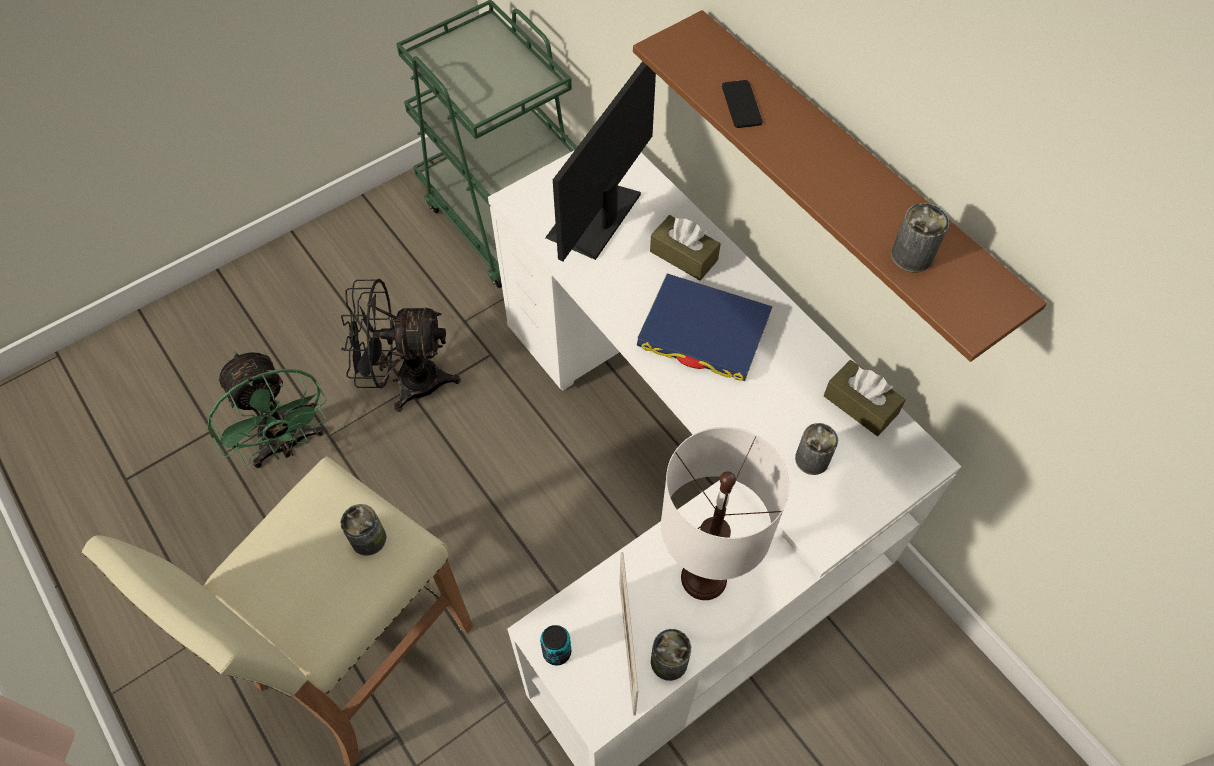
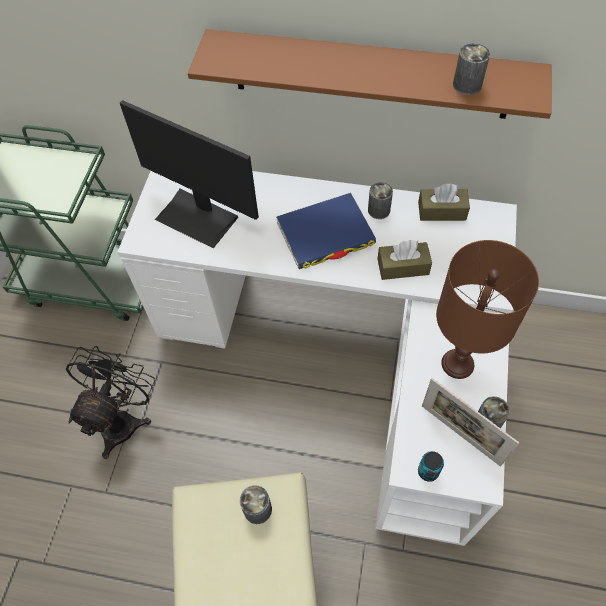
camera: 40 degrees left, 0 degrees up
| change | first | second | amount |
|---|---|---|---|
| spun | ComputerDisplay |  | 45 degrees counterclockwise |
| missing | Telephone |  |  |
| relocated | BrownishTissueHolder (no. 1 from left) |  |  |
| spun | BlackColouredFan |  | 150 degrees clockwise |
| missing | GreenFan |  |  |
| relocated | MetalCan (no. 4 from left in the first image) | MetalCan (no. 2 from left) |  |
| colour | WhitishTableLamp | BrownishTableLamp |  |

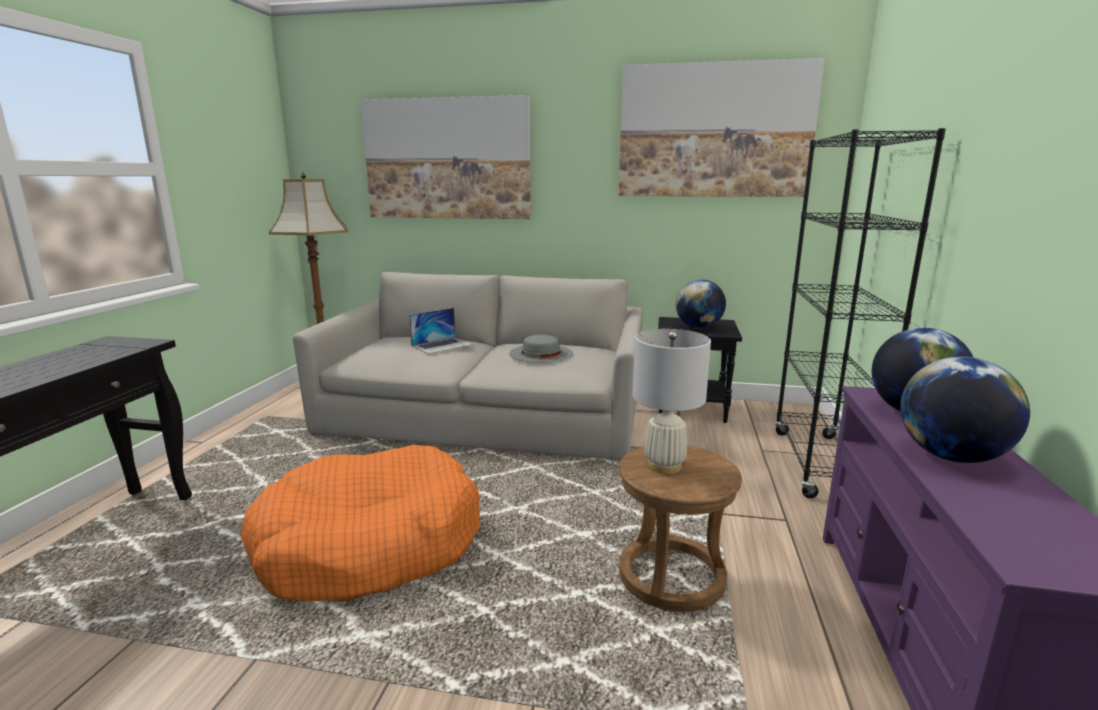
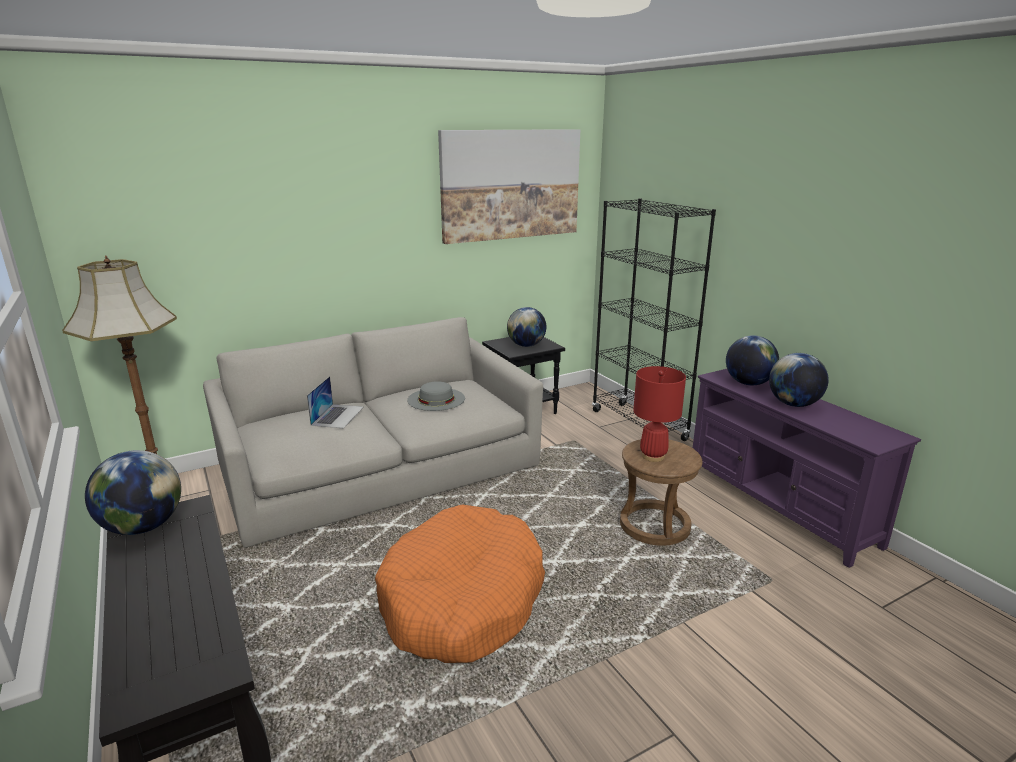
camera: 40 degrees left, 5 degrees up
| change | first | second | amount |
|---|---|---|---|
| missing | WallPicture (no. 1 from left) |  |  |
| colour | WhitishTableLamp | ReddishTableLamp |  |
| appeared |  | Globe (no. 1 from left) |  |

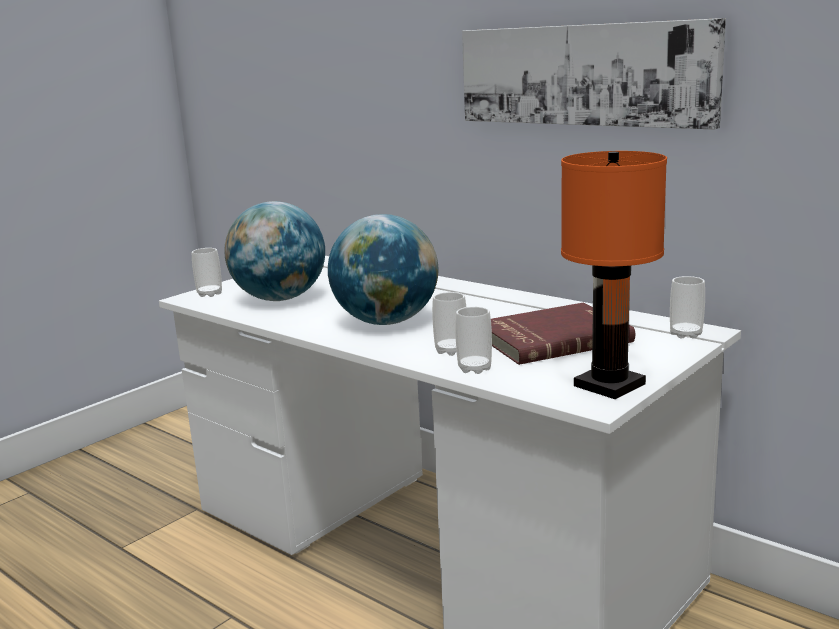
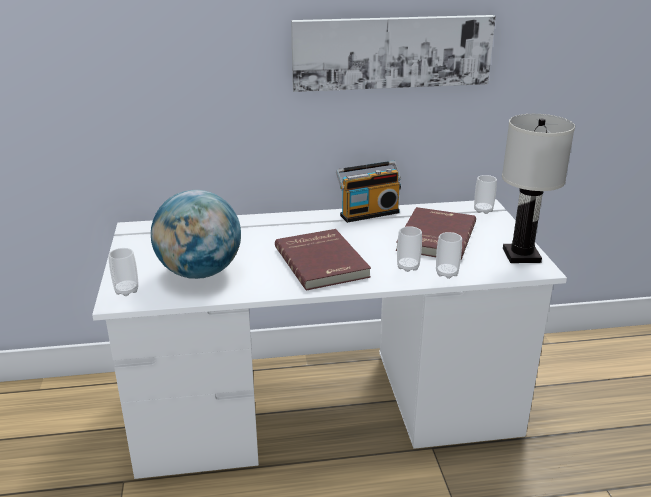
camera: 50 degrees left, 10 degrees up
| change | first | second | amount |
|---|---|---|---|
| colour | OrangeTableLamp | WhitishTableLamp |  |
| exchanged | Globe (no. 2 from left) | ReddishVolume (no. 1 from left) |  |
| appeared |  | RadioSet |  |

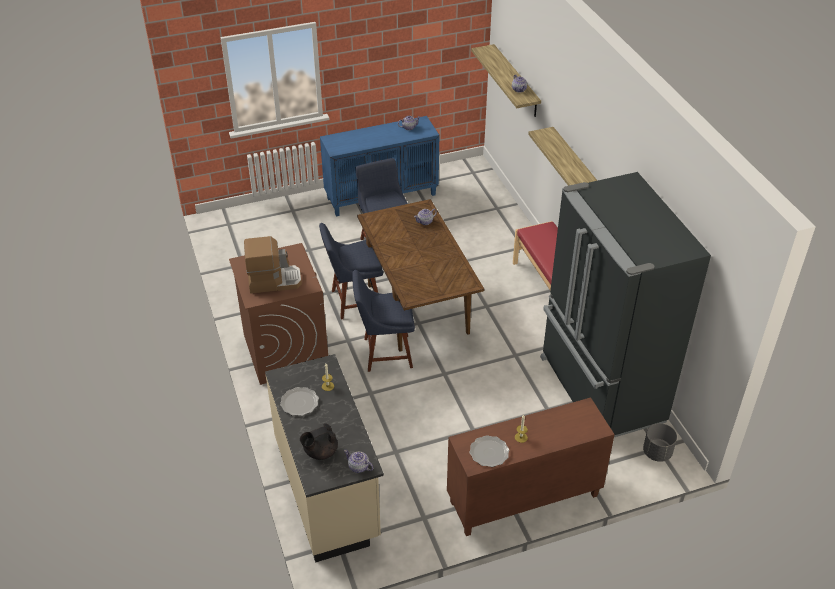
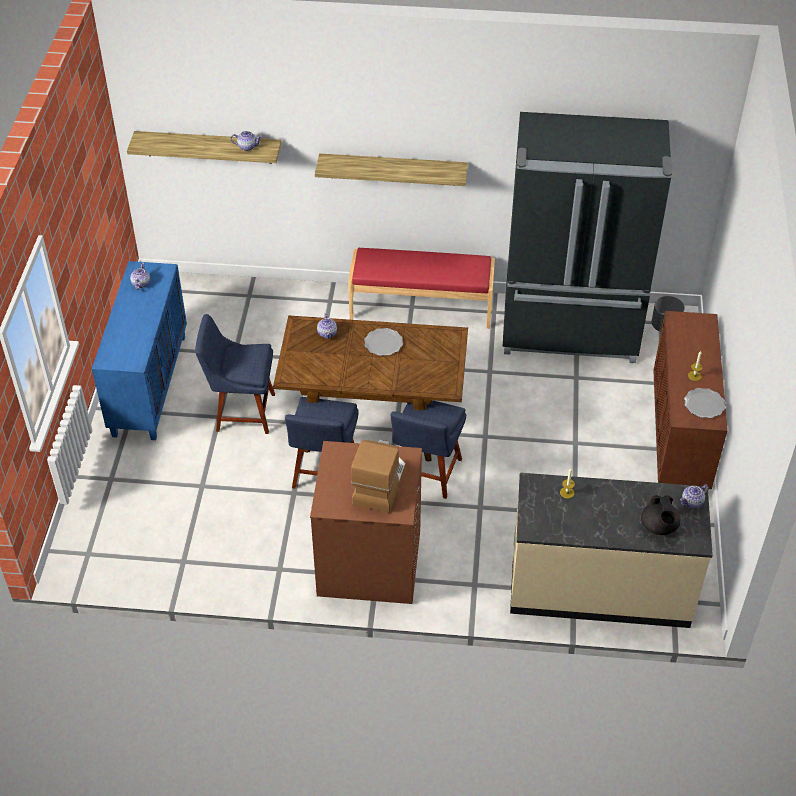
camera: 65 degrees left, 5 degrees up
| change | first | second | amount |
|---|---|---|---|
| relocated | DinnerPlate (no. 1 from left) |  |  |

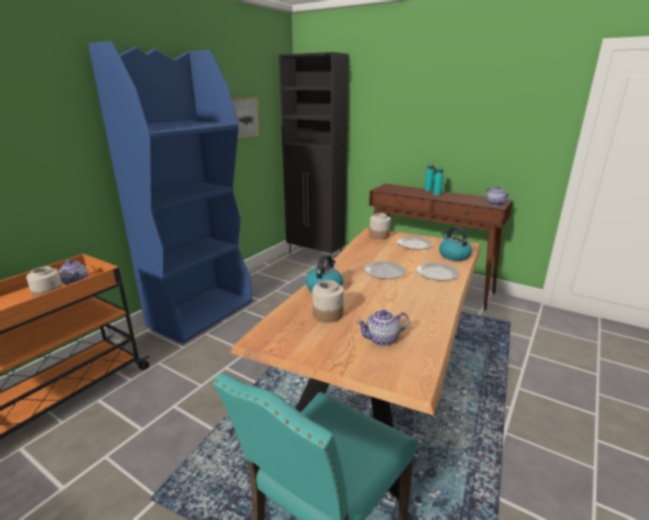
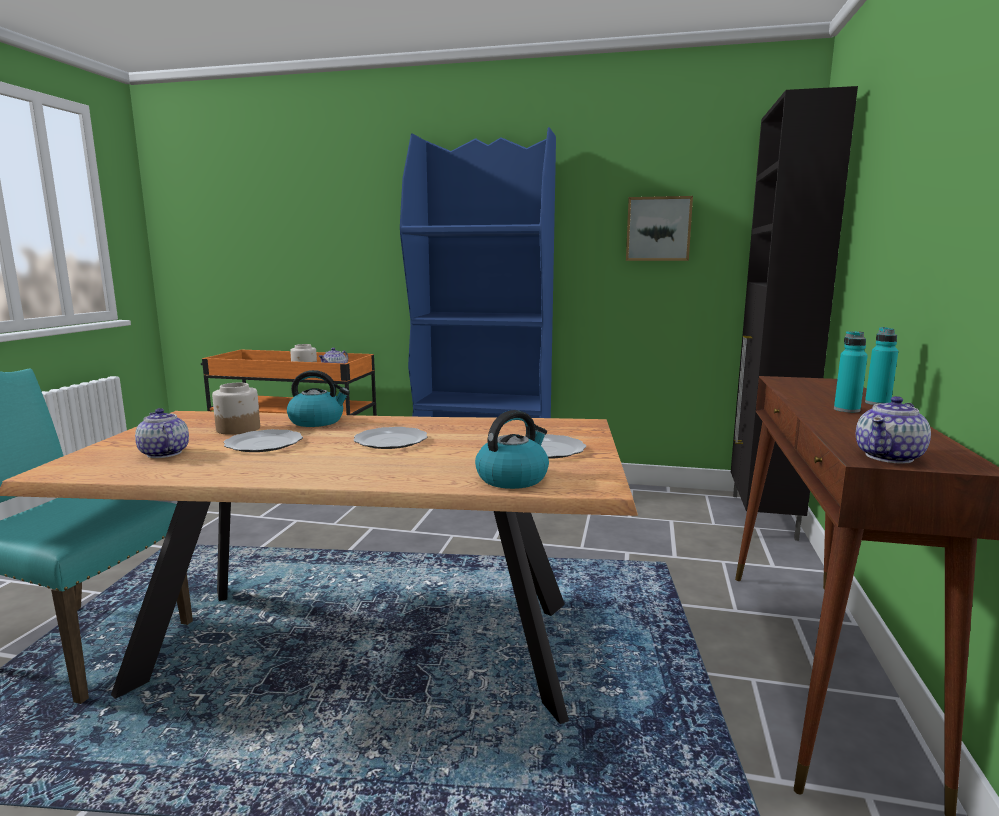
camera: 70 degrees right, 10 degrees down
| change | first | second | amount |
|---|---|---|---|
| missing | Jar (no. 3 from left) |  |  |
| relocated | DinnerPlate (no. 3 from left in the first image) | DinnerPlate (no. 1 from left) |  |

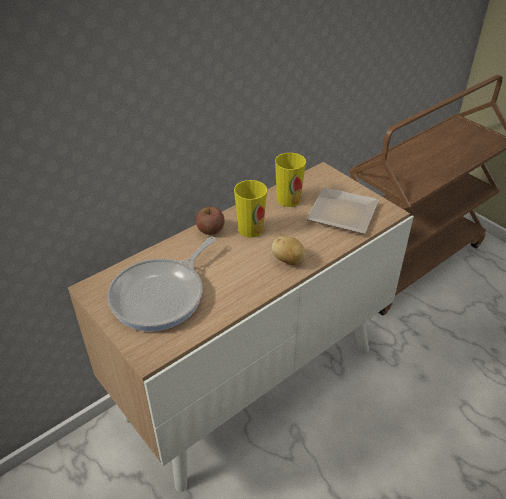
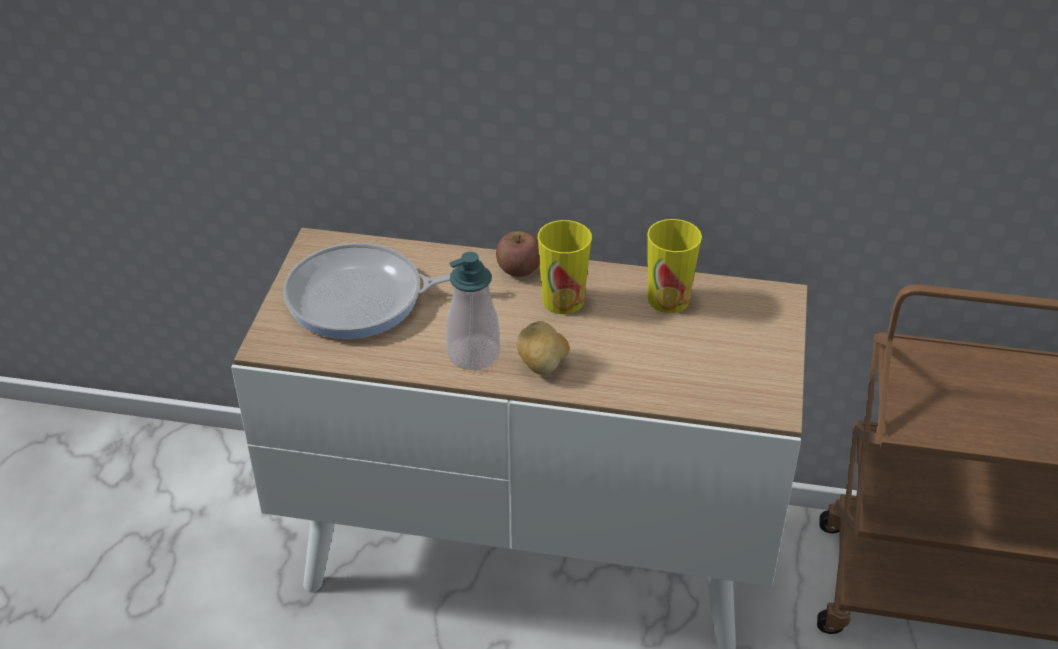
camera: 50 degrees right, 0 degrees up
| change | first | second | amount |
|---|---|---|---|
| missing | DinnerPlate |  |  |
| appeared |  | SoapDispenser |  |

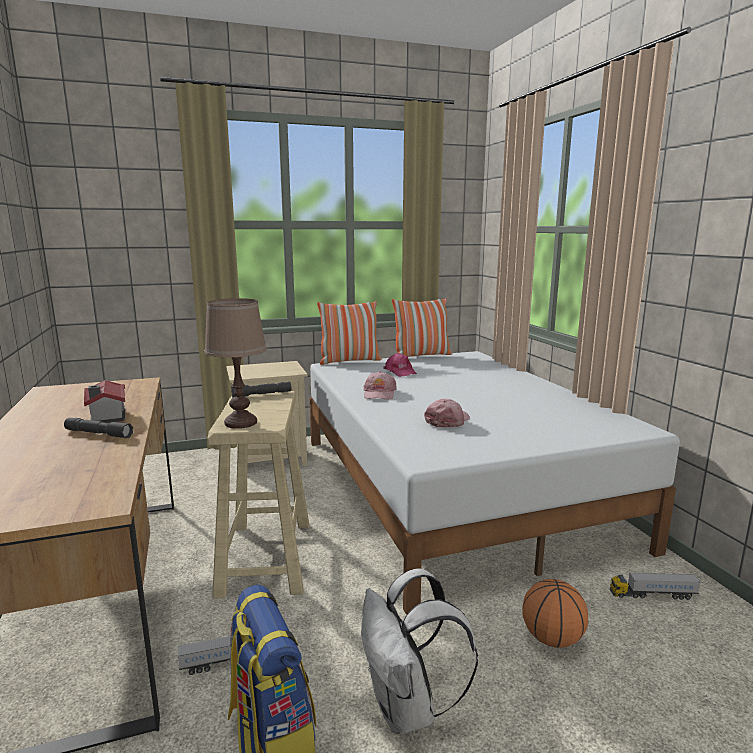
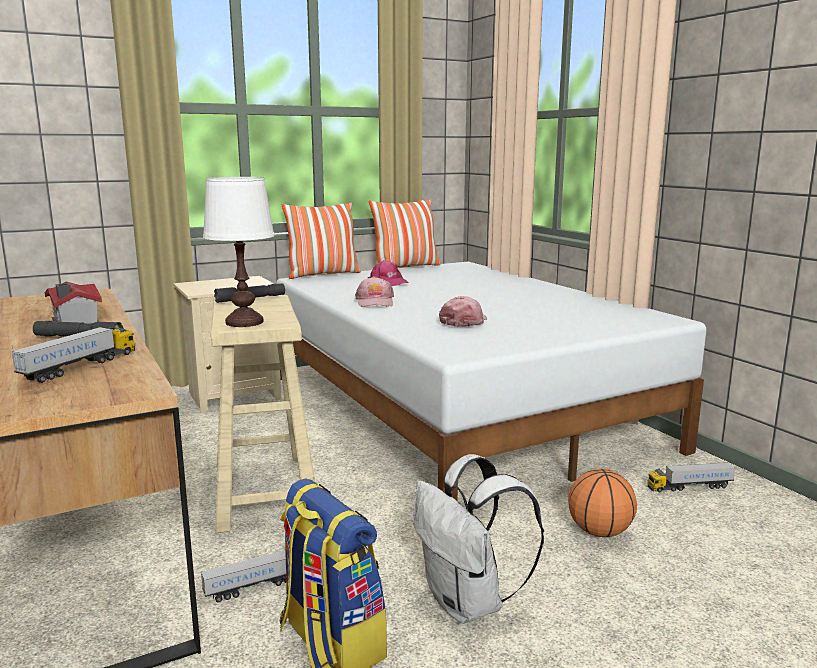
camera: 10 degrees left, 0 degrees up
| change | first | second | amount |
|---|---|---|---|
| colour | BrownishTableLamp | WhitishTableLamp |  |
| appeared |  | ModelTruck (no. 1 from left) |  |

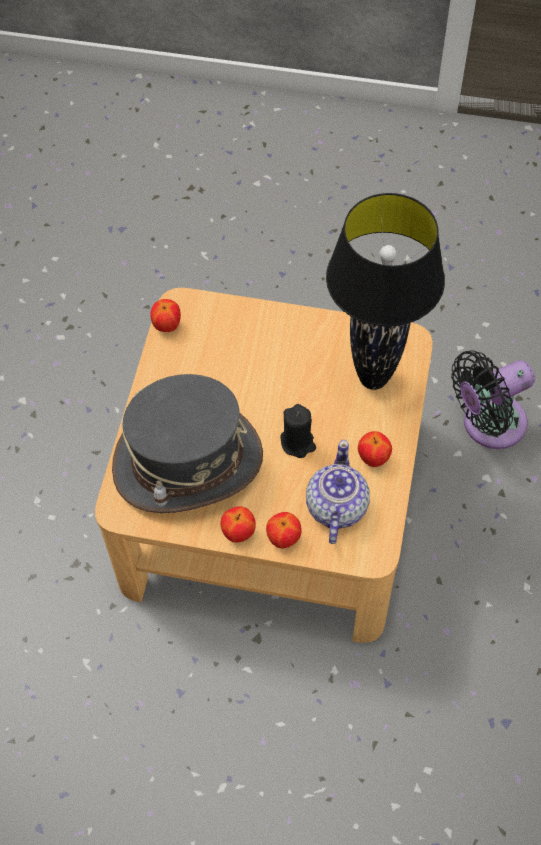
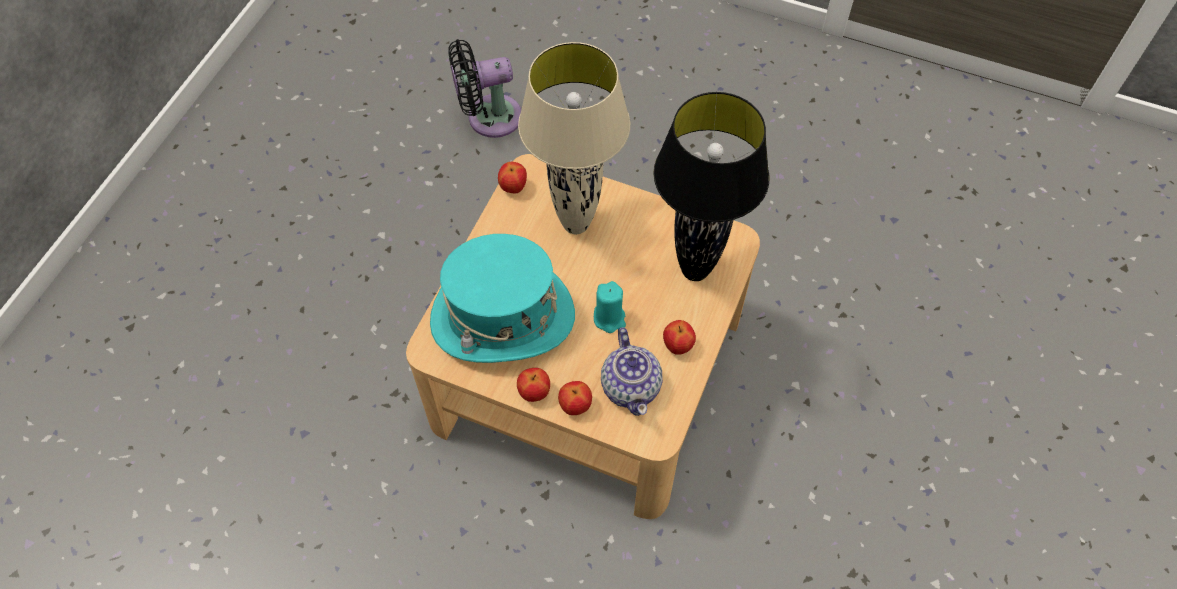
camera: 10 degrees right, 0 degrees up
| change | first | second | amount |
|---|---|---|---|
| relocated | BlackColouredFan |  |  |
| colour | GrayClothingHat | TurquoiseColouredClothingHat |  |
| colour | BlackColouredCandle | TurquoiseColouredCandle |  |
| spun | Teapot |  | 150 degrees clockwise |
| appeared |  | BeigeTableLamp |  |

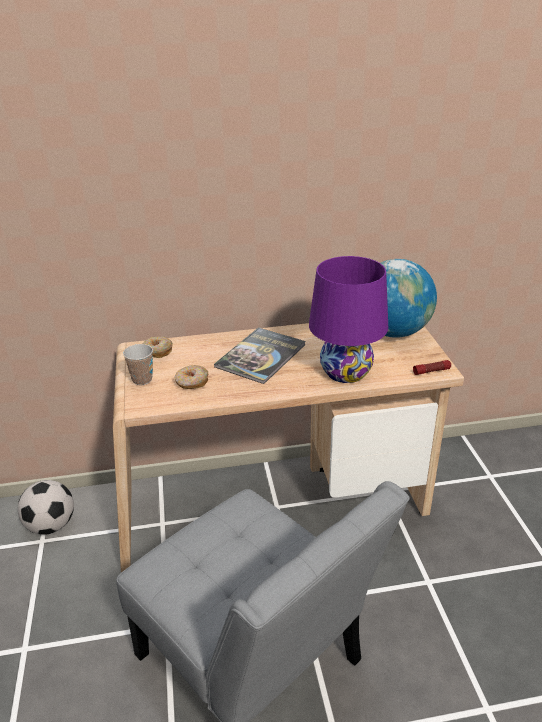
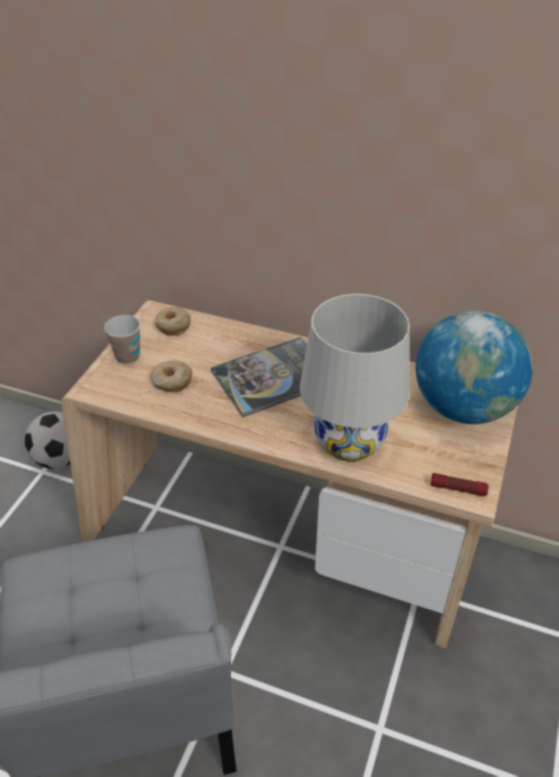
camera: 30 degrees right, 10 degrees up
| change | first | second | amount |
|---|---|---|---|
| colour | PurplishTableLamp | WhitishTableLamp |  |

